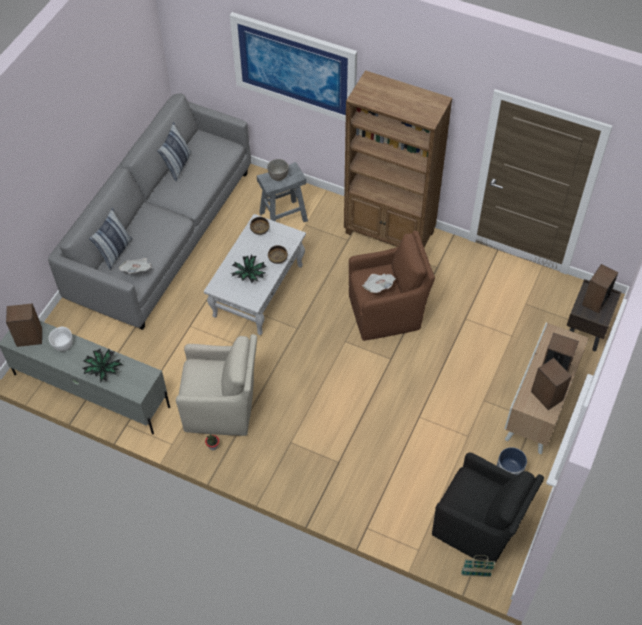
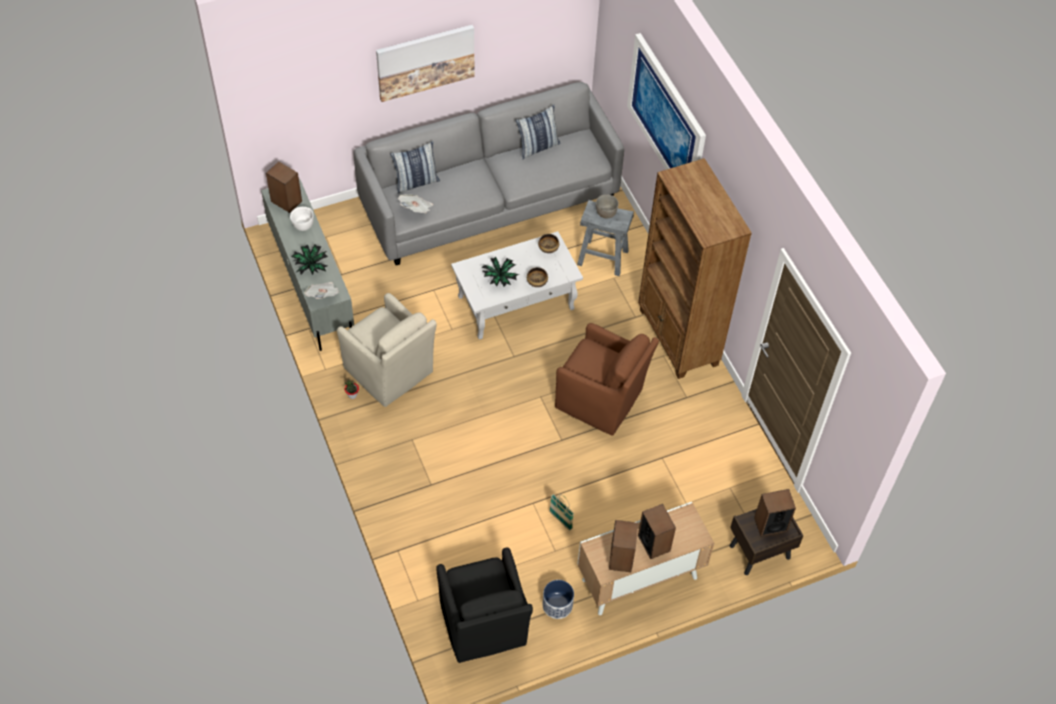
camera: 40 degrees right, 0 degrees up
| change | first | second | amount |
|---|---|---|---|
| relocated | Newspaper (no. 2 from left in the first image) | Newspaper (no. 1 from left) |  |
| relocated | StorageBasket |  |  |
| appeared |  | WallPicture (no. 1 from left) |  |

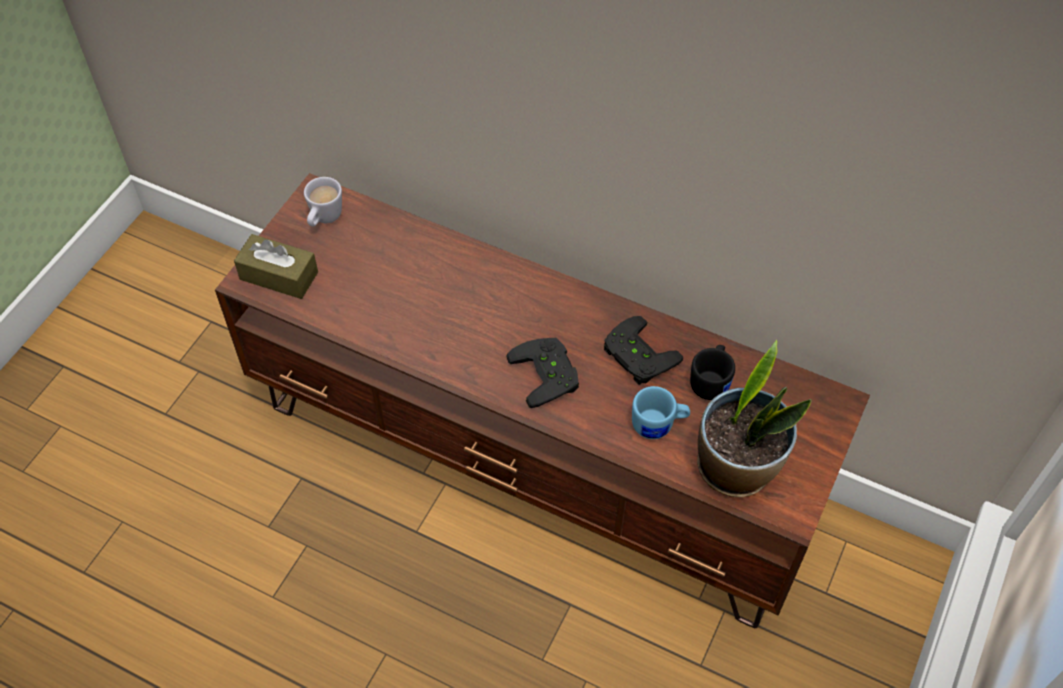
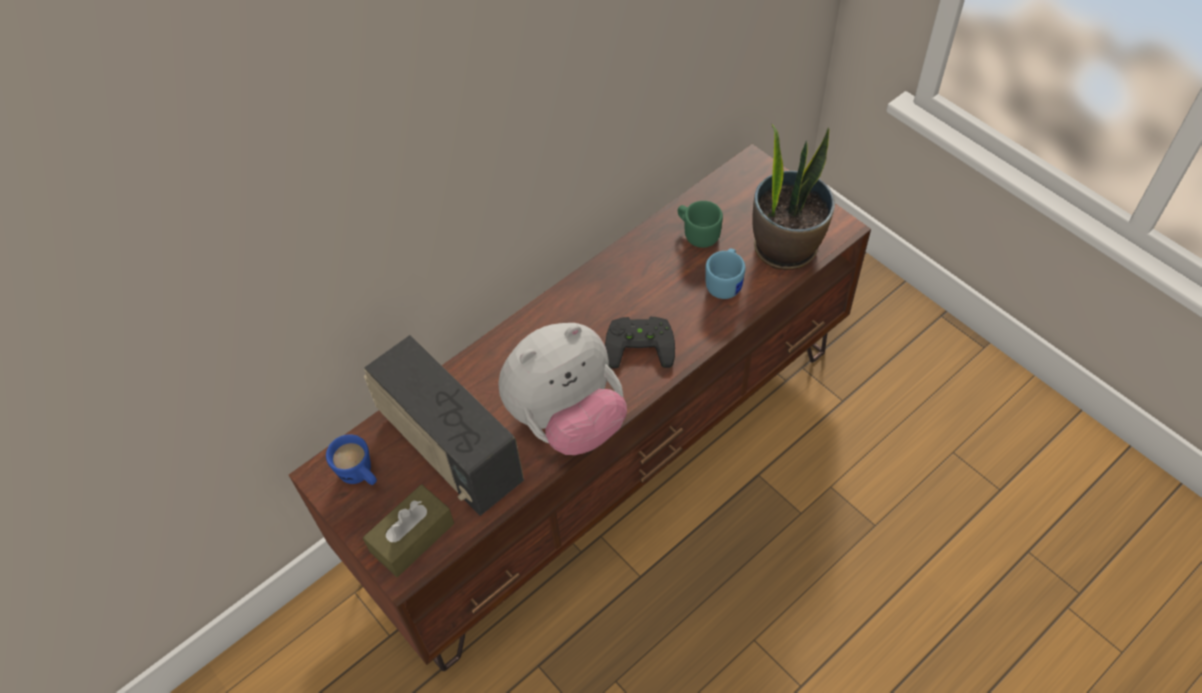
camera: 65 degrees left, 0 degrees up
| change | first | second | amount |
|---|---|---|---|
| colour | WhitishTeaMug | BlueTeaMug (no. 1 from left) |  |
| missing | BlackColouredGamepad (no. 2 from left) |  |  |
| colour | BlackColouredTeaMug | GreenTeaMug |  |
| appeared |  | PlushToy |  |
| appeared |  | RadioSet |  |

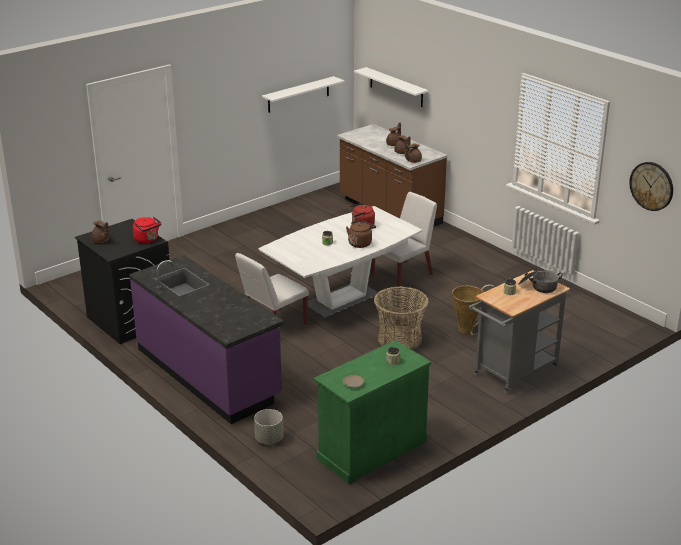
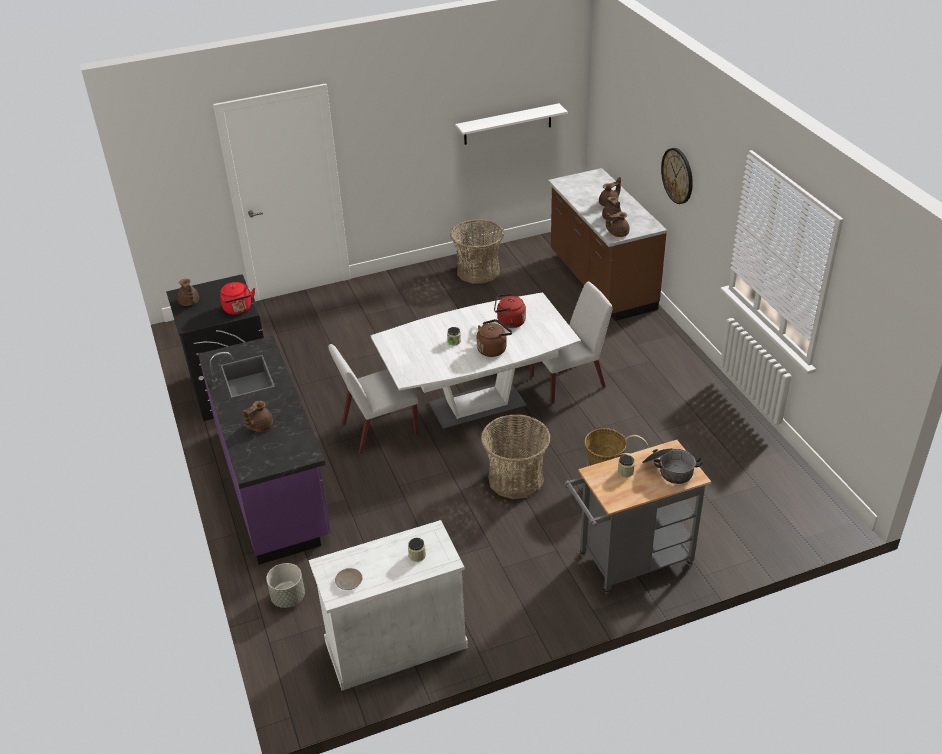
camera: 20 degrees right, 10 degrees up
| change | first | second | amount |
|---|---|---|---|
| missing | WhitishShelf (no. 2 from left) |  |  |
| relocated | WallClock |  |  |
| colour | GreenStorageCabinet | WhitishStorageCabinet |  |
| appeared |  | StorageBasket (no. 1 from left) |  |
| appeared |  | BrownishTeapot (no. 2 from left) |  |

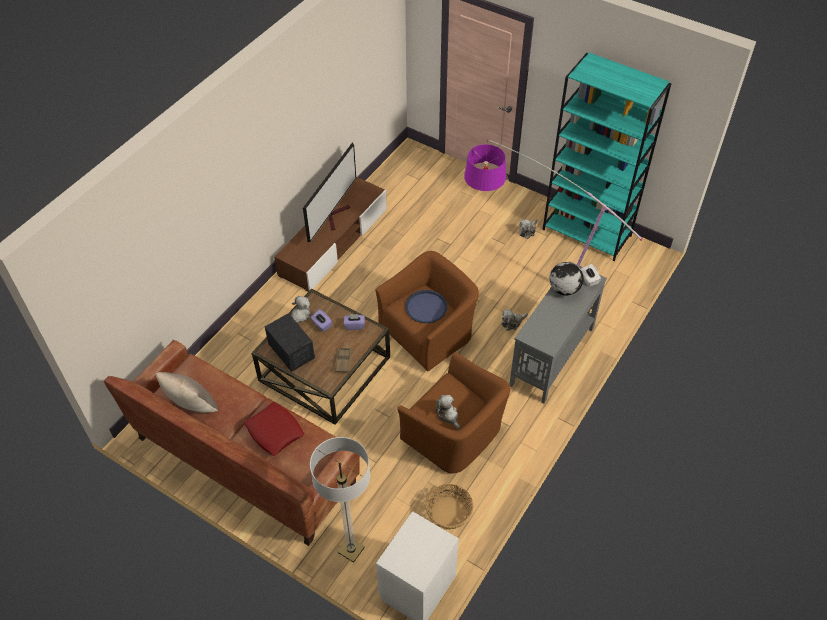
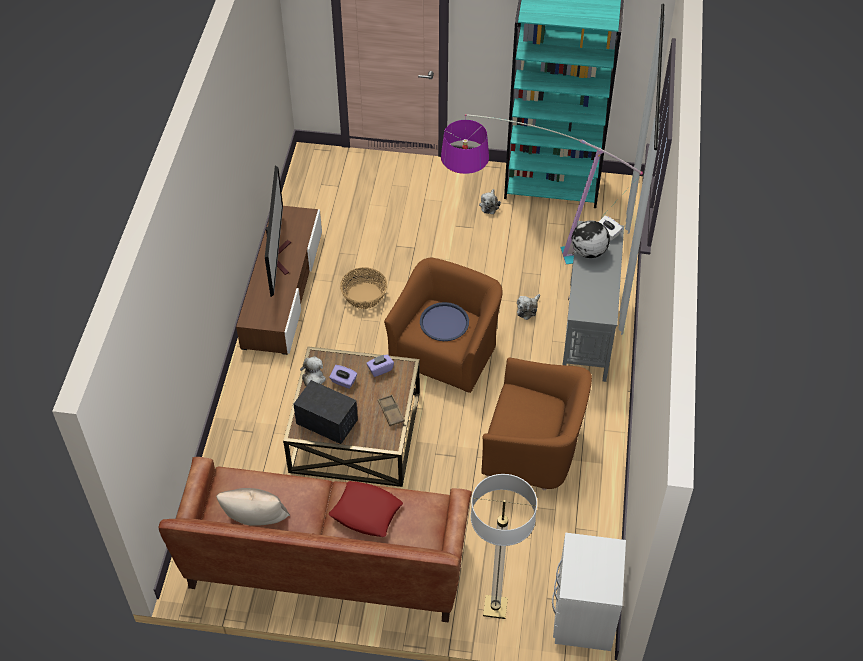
camera: 25 degrees left, 0 degrees up
| change | first | second | amount |
|---|---|---|---|
| missing | PlushToy (no. 2 from left) |  |  |
| relocated | StorageBasket |  |  |

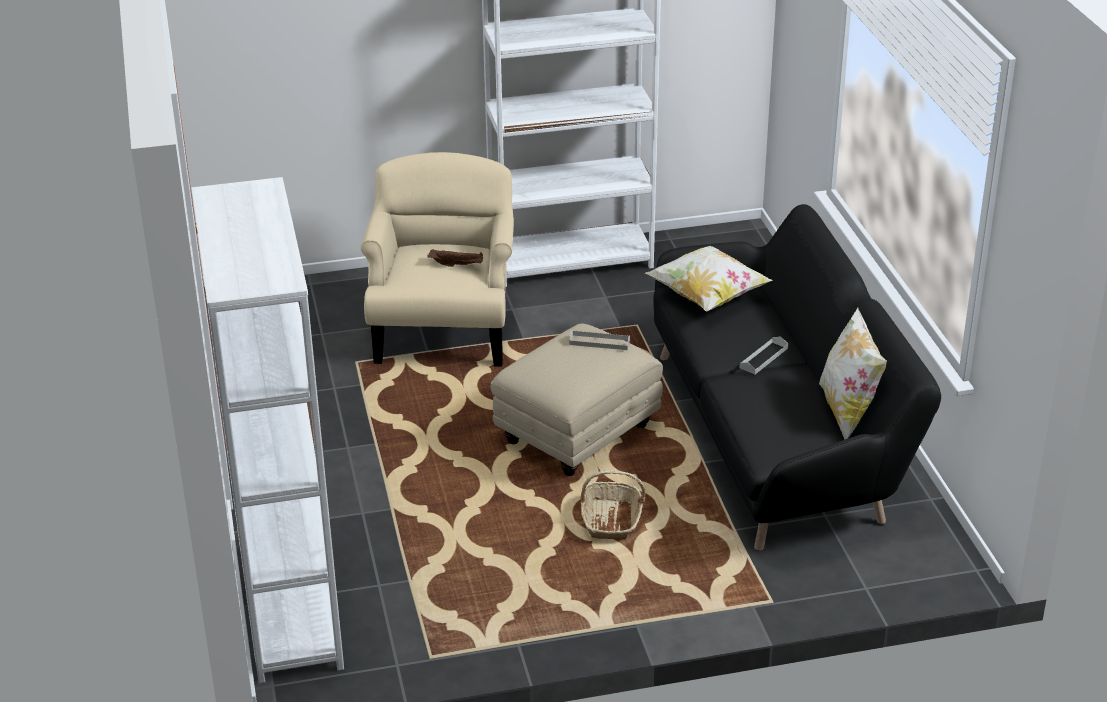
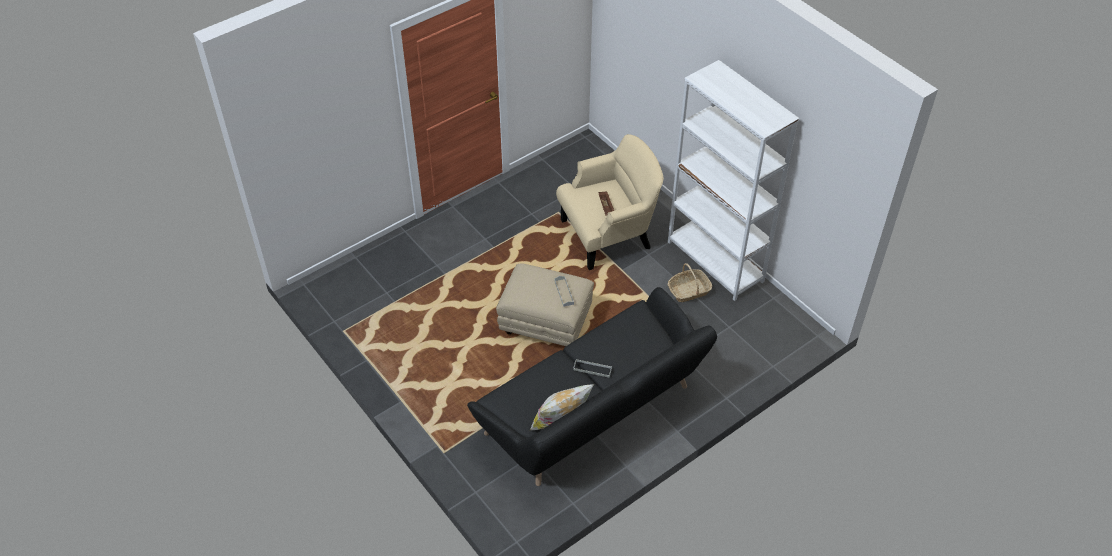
camera: 65 degrees right, 15 degrees up
| change | first | second | amount |
|---|---|---|---|
| missing | WhitishBookcase (no. 1 from left) |  |  |
| missing | Cushion (no. 1 from left) |  |  |
| relocated | StorageBasket |  |  |

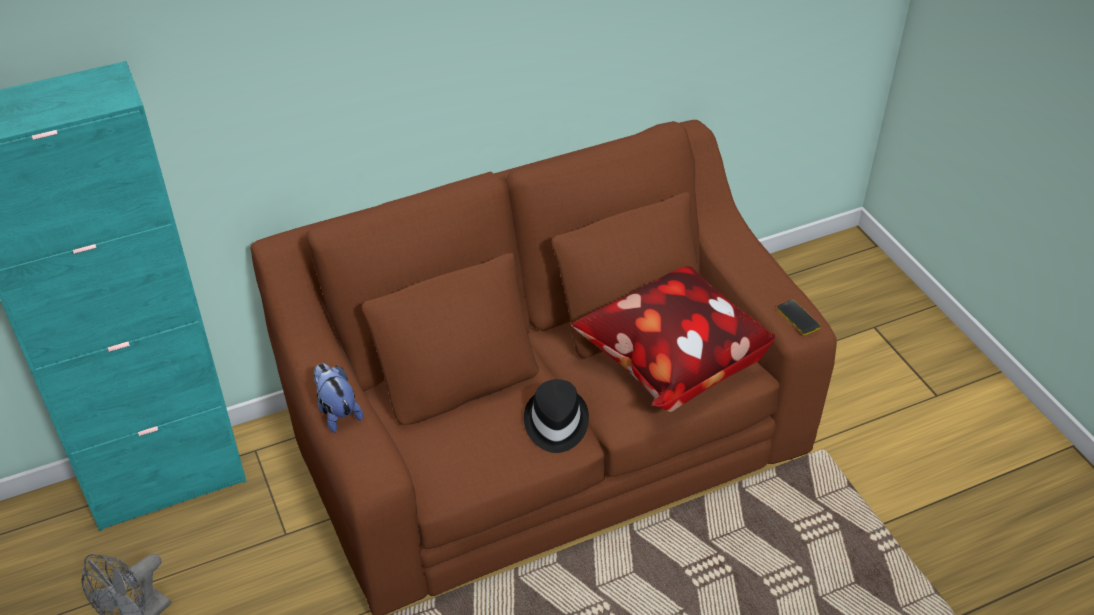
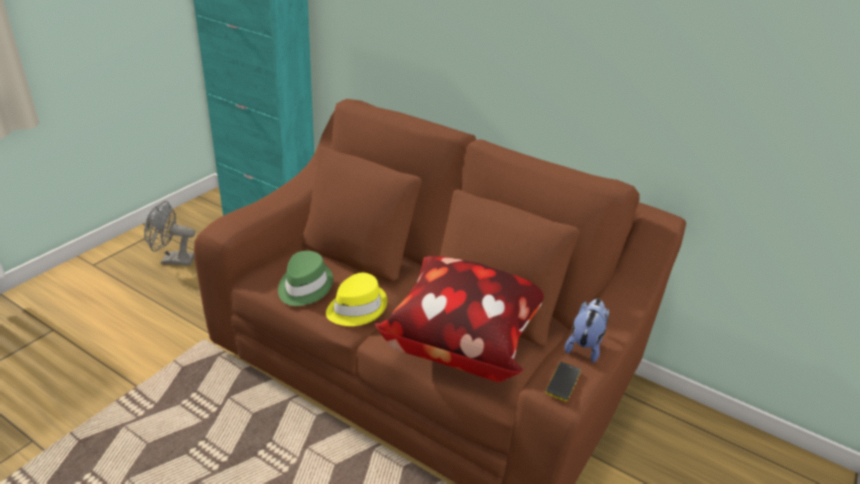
camera: 55 degrees right, 10 degrees down
| change | first | second | amount |
|---|---|---|---|
| relocated | PlushToy |  |  |
| colour | BlackColouredClothingHat | YellowColouredClothingHat |  |
| appeared |  | GreenClothingHat |  |

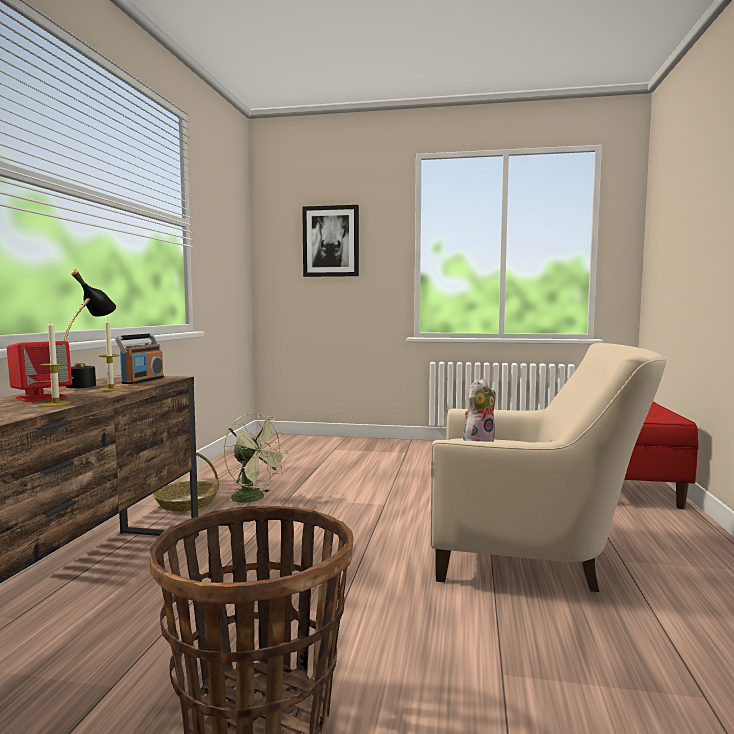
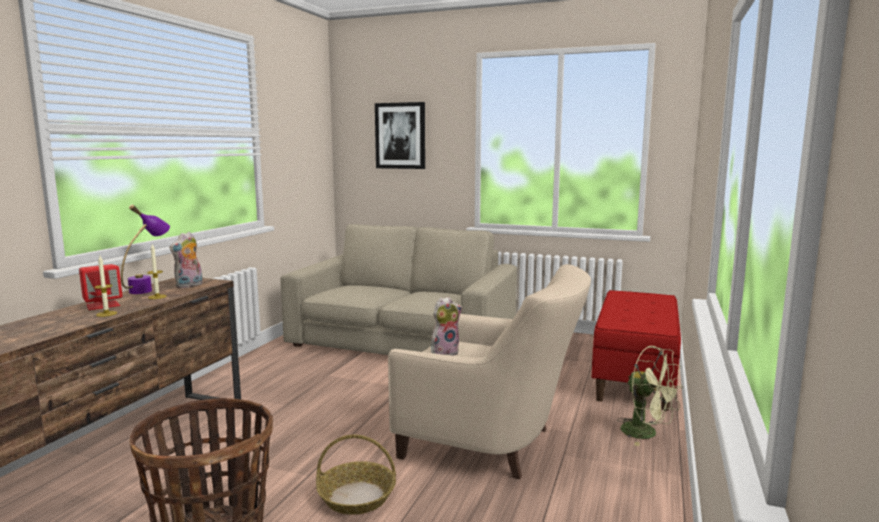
camera: 10 degrees right, 5 degrees up
| change | first | second | amount |
|---|---|---|---|
| colour | BlackColouredTableLamp | PurplishTableLamp |  |
| exchanged | RadioSet | PlushToy (no. 1 from left) |  |
| relocated | GreenFan |  |  |
| relocated | StorageBasket (no. 1 from left in the first image) | StorageBasket (no. 2 from left) |  |
| appeared |  | BeigeSettee |  |

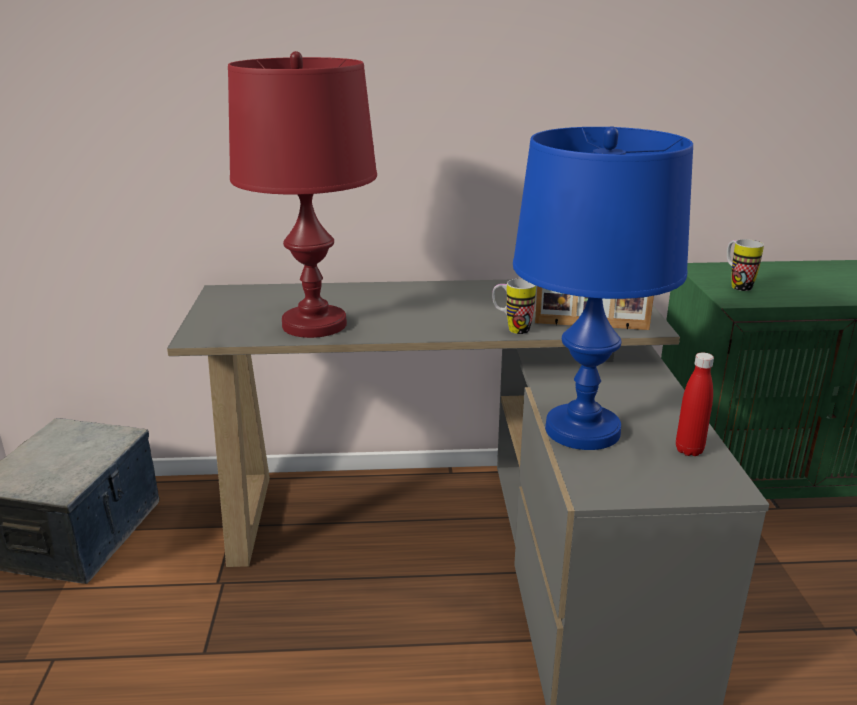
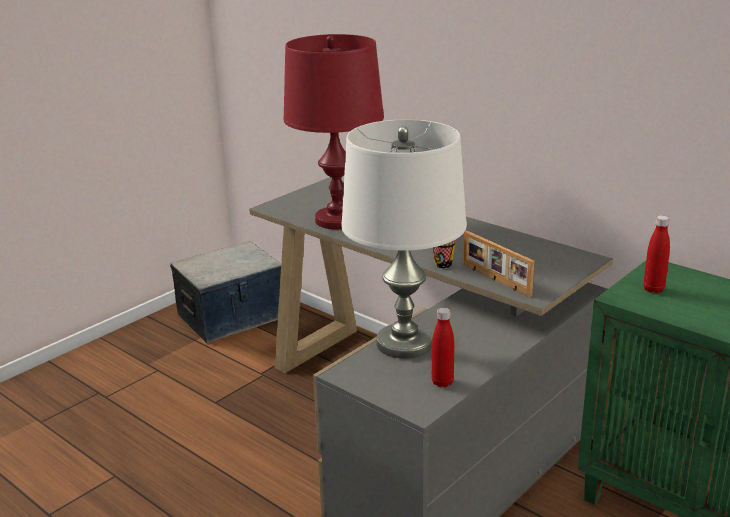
camera: 45 degrees right, 0 degrees up
| change | first | second | amount |
|---|---|---|---|
| colour | BlueTableLamp | WhitishTableLamp |  |
| exchanged | TeaMug (no. 2 from left) | ReddishDrinkBottle (no. 2 from left) |  |

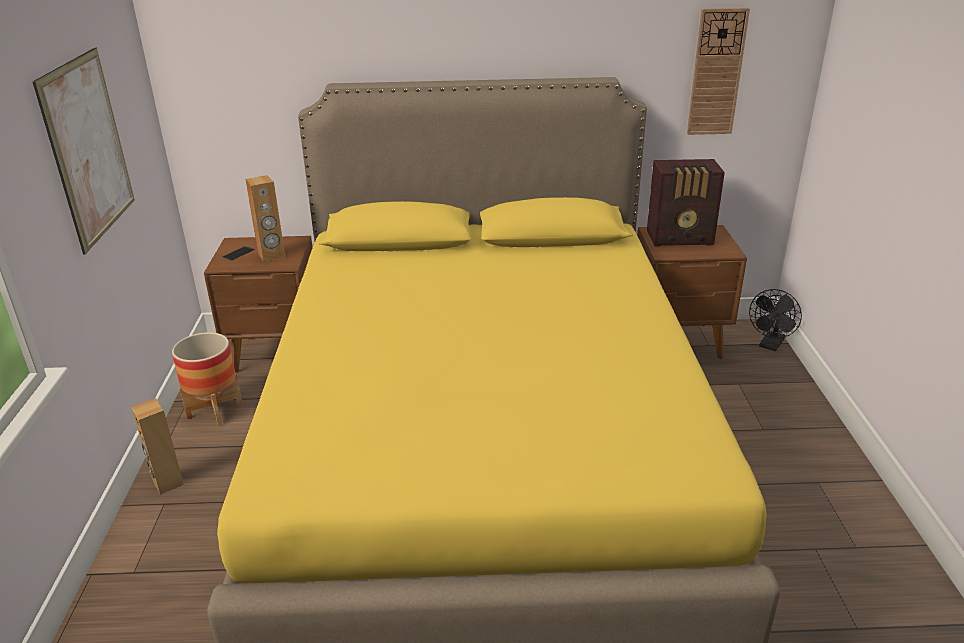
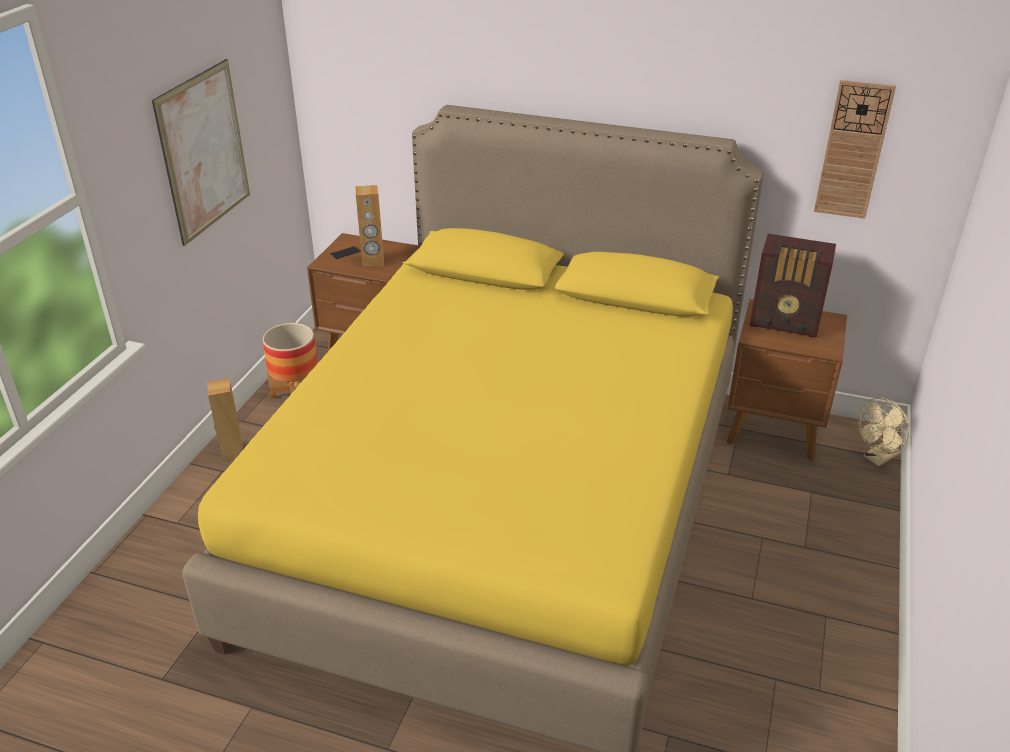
camera: 20 degrees right, 5 degrees up
| change | first | second | amount |
|---|---|---|---|
| colour | BlackColouredFan | BeigeFan |  |

